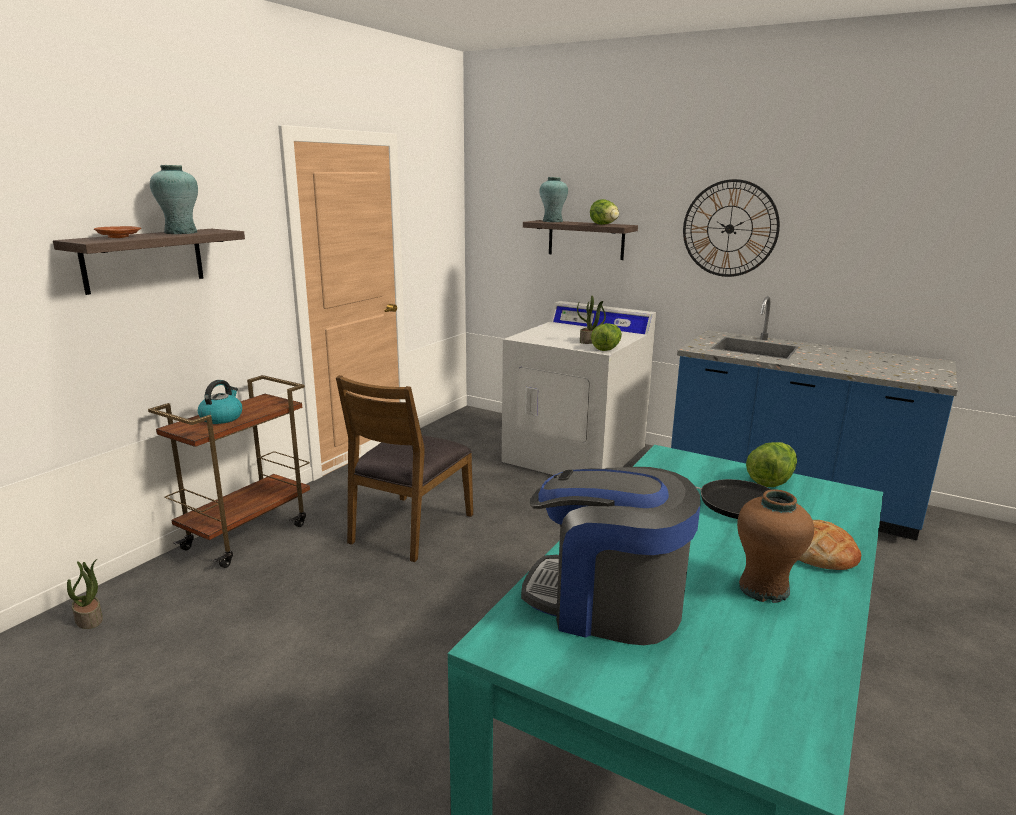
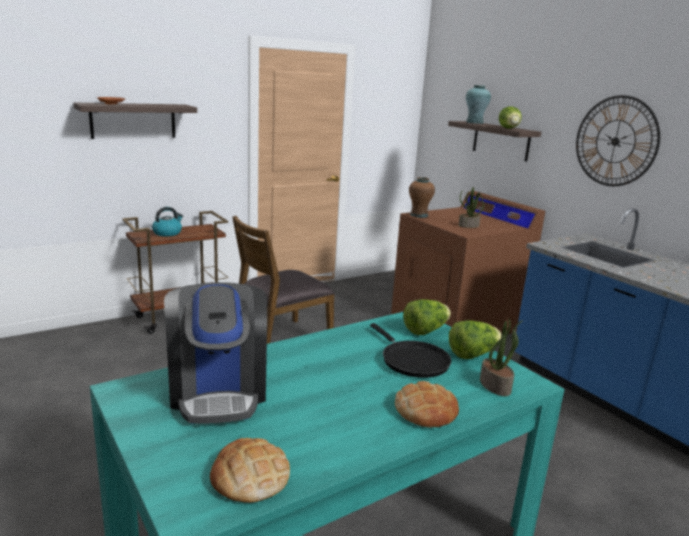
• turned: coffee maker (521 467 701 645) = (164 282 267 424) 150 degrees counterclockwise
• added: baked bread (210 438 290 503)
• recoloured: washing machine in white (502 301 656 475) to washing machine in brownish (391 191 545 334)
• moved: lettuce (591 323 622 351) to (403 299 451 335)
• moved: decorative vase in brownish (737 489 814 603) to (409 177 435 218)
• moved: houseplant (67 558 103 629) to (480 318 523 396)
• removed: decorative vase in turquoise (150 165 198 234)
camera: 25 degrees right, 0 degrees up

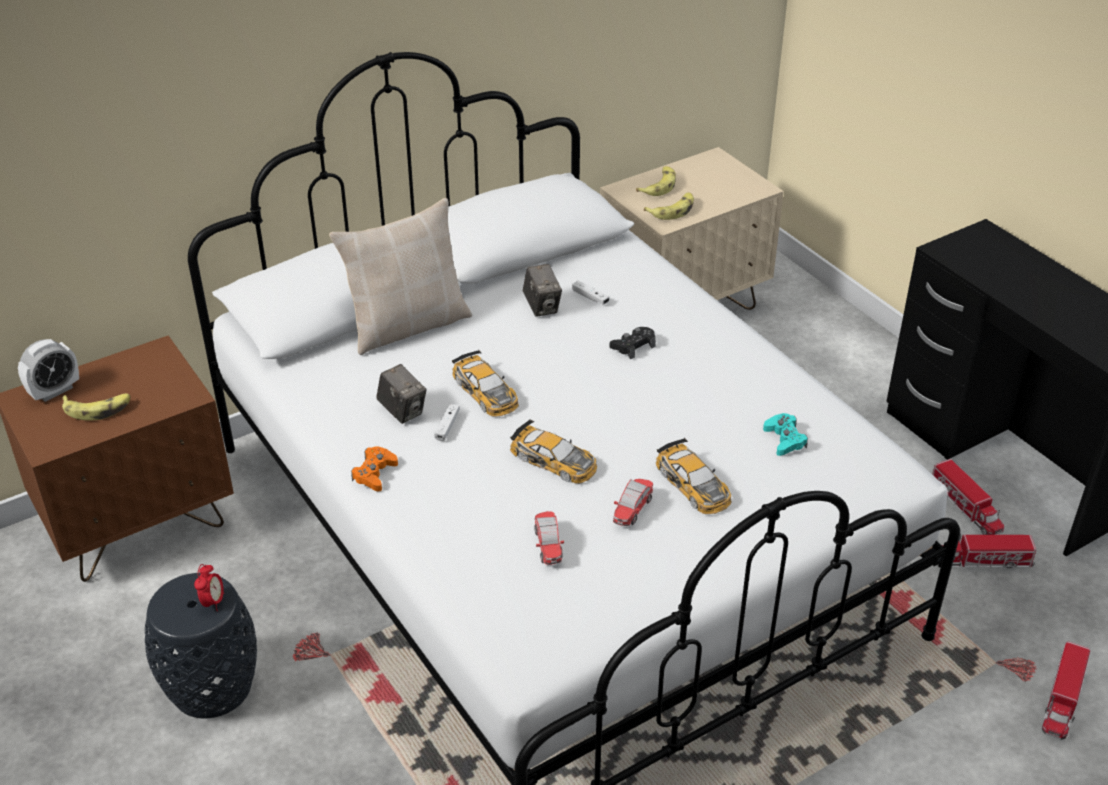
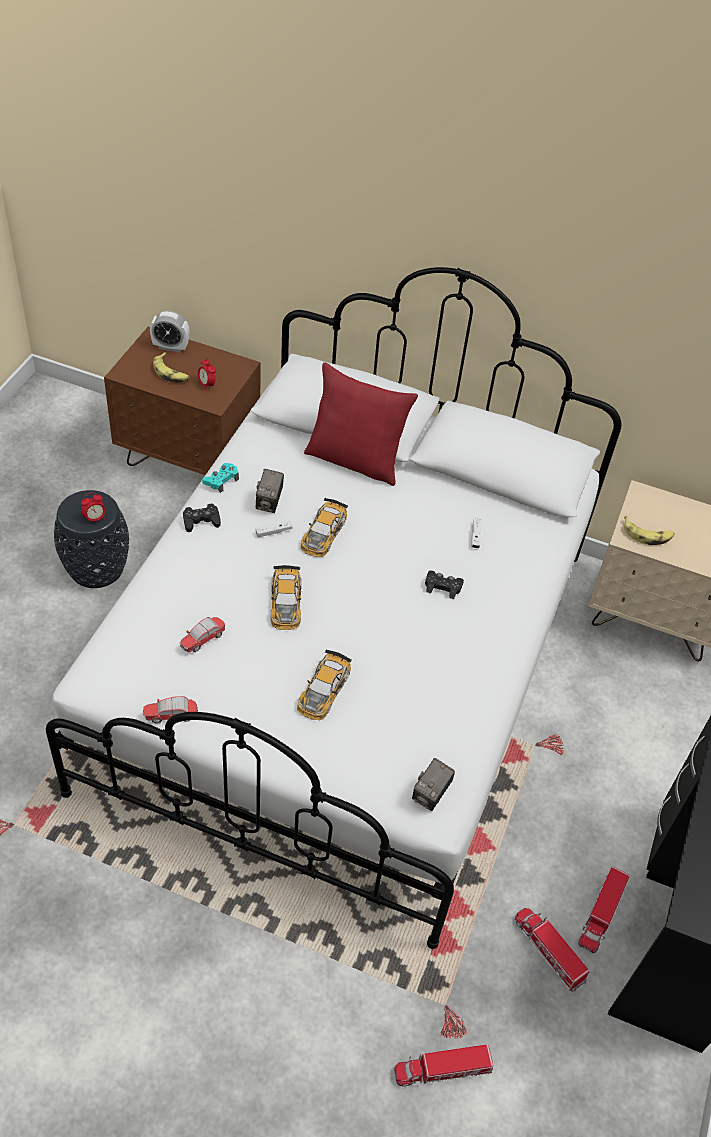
• moved: toy car (613 479 653 526) to (143 696 198 724)
• recoloured: game controller in orange-coloured (351 446 398 492) to game controller in black-coloured (183 503 221 532)
• added: alarm clock (198 358 216 391)
• moved: game controller in turquoise (763 413 808 456) to (202 463 239 493)
• recoloured: throw pillow in beige-coloured (329 198 472 355) to throw pillow in reddish (304 362 418 486)
• moved: still camera (523 264 562 317) to (412 758 455 811)
• removed: banana fruit (636 166 676 196)
camera: 50 degrees right, 10 degrees up

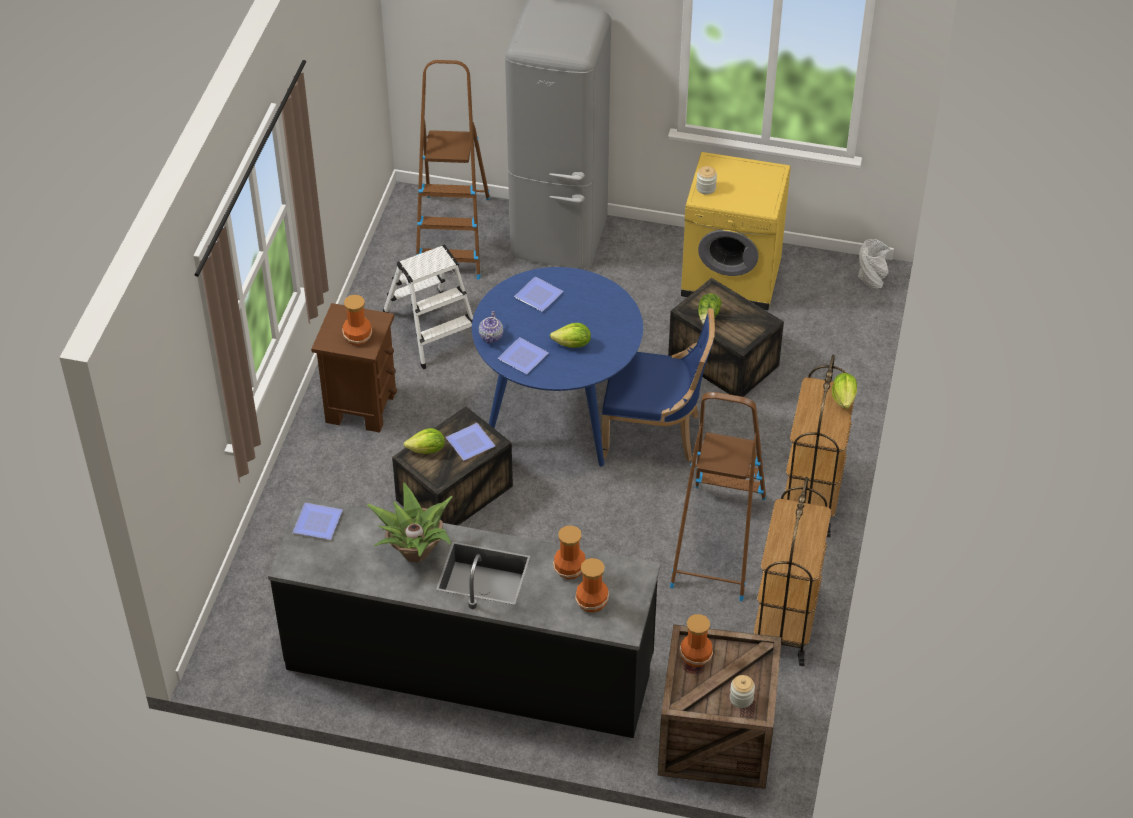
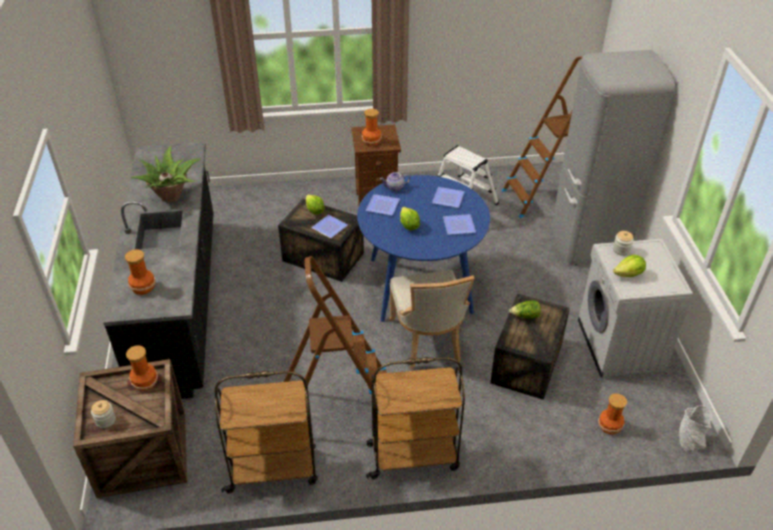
• recoloured: upright chair in blue (602 308 715 461) to upright chair in beige-coloured (389 270 475 369)
• moved: flat dish (293 503 343 540) to (443 214 476 235)
• recoloured: washing machine in yellowish (681 152 791 310) to washing machine in white (578 239 693 378)
• moved: decorative vase (553 525 586 579) to (598 393 627 435)
• moved: lettuce (832 373 857 409) to (613 255 646 277)
camera: 70 degrees right, 5 degrees down

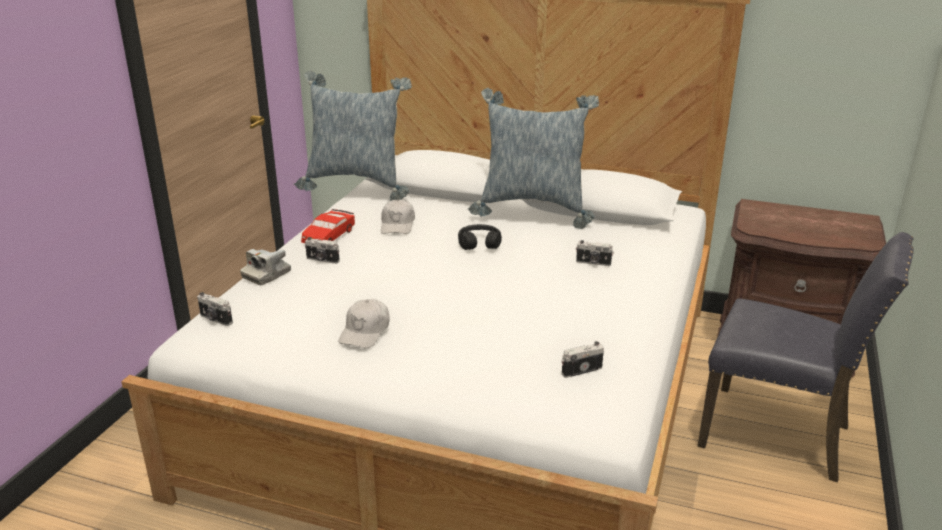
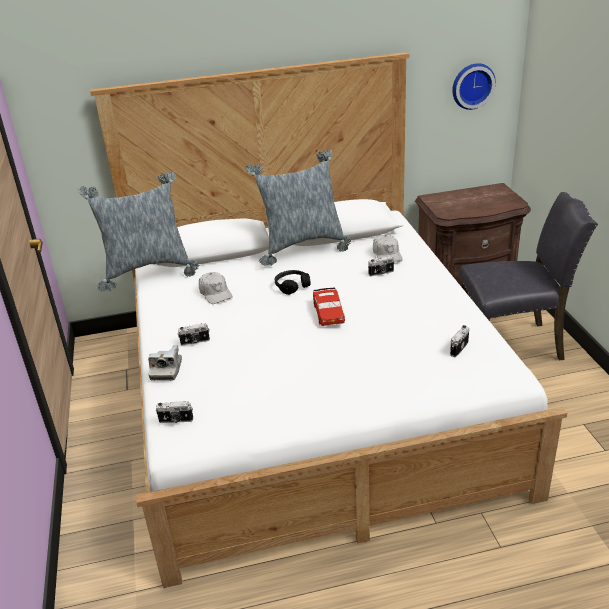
• moved: toy car in reddish (301 209 355 243) to (313 287 345 326)
• moved: baseball cap in white (338 299 390 348) to (373 235 403 261)
• added: hanging clock (452 63 496 110)
camera: 30 degrees left, 5 degrees up

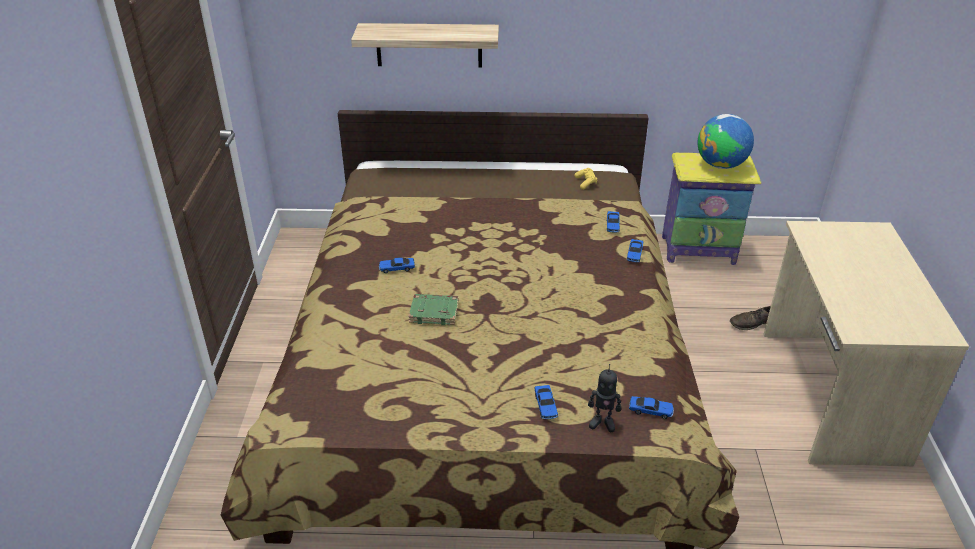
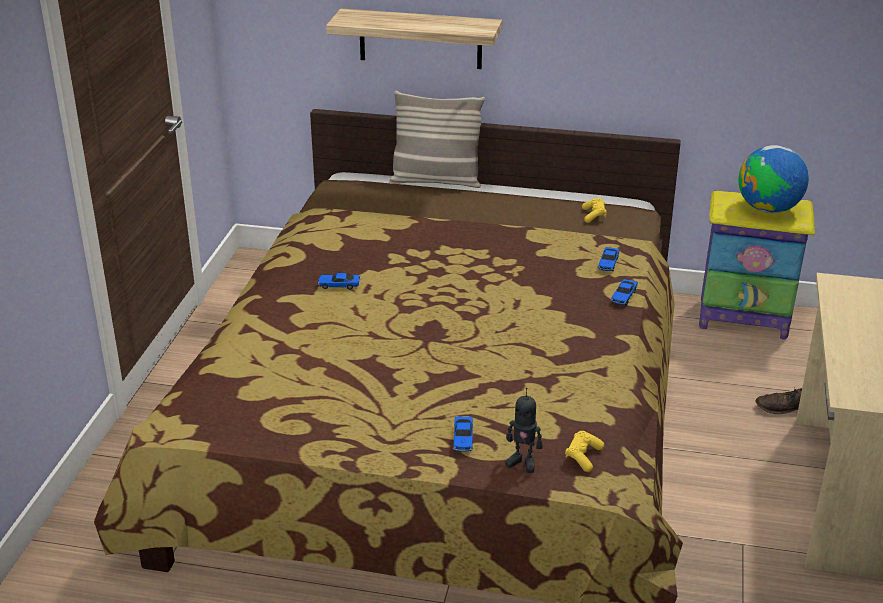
• added: throw pillow (389 91 485 188)
• replaced: toy car (629 396 674 419) to game controller in yellowish (565 431 604 472)
• removed: volume in green (409 294 458 325)
camera: 10 degrees right, 5 degrees down

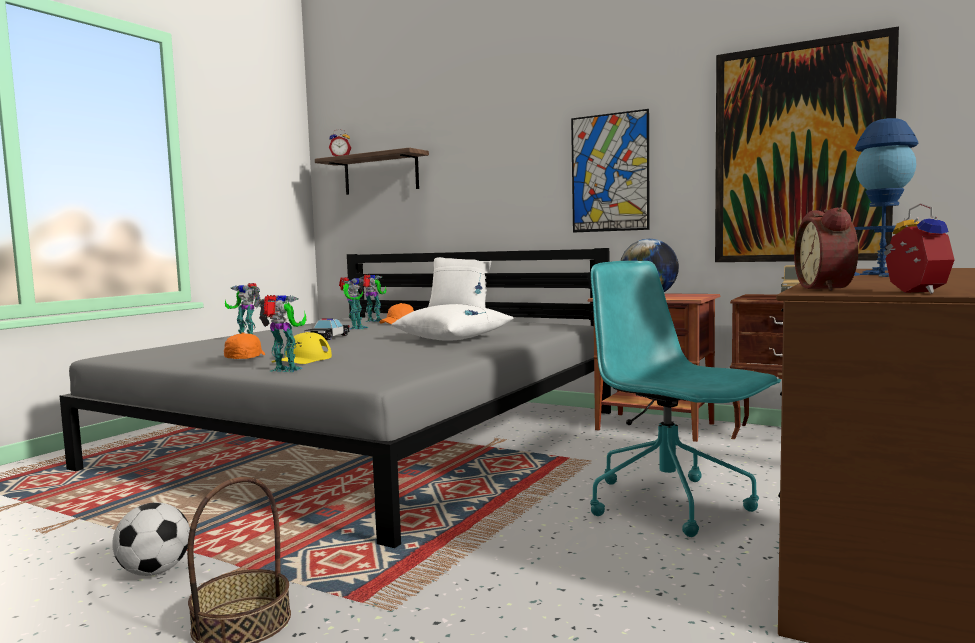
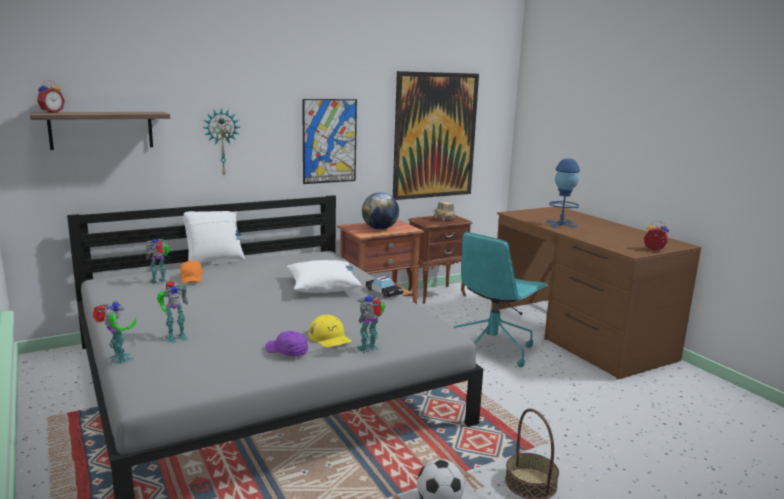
• moved: robot figure (339 277 369 329) to (93 301 136 365)
• added: hanging clock (203 108 240 175)
• recoloured: baseball cap in orange-coloured (224 333 265 359) to baseball cap in purple (265 331 308 356)
• moved: toy car (304 318 350 340) to (366 276 403 298)
• turned: office chair in turquoise (590 261 781 537) = (453 232 548 367) 45 degrees counterclockwise
• removed: alarm clock (794 208 858 291)
camera: 60 degrees left, 10 degrees up

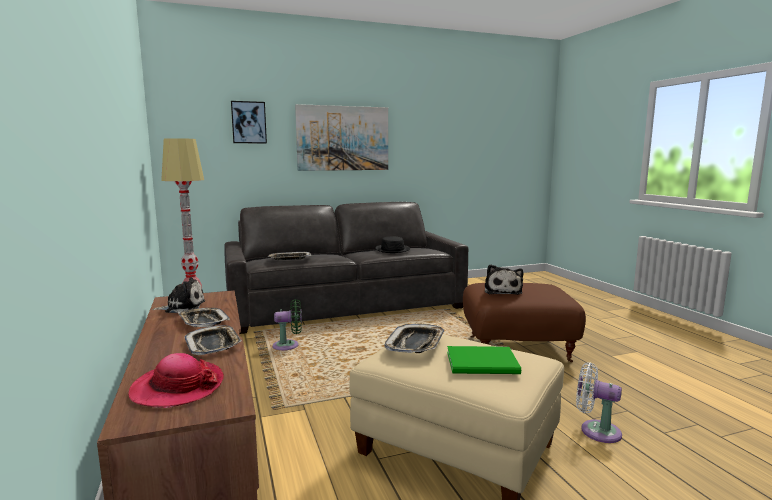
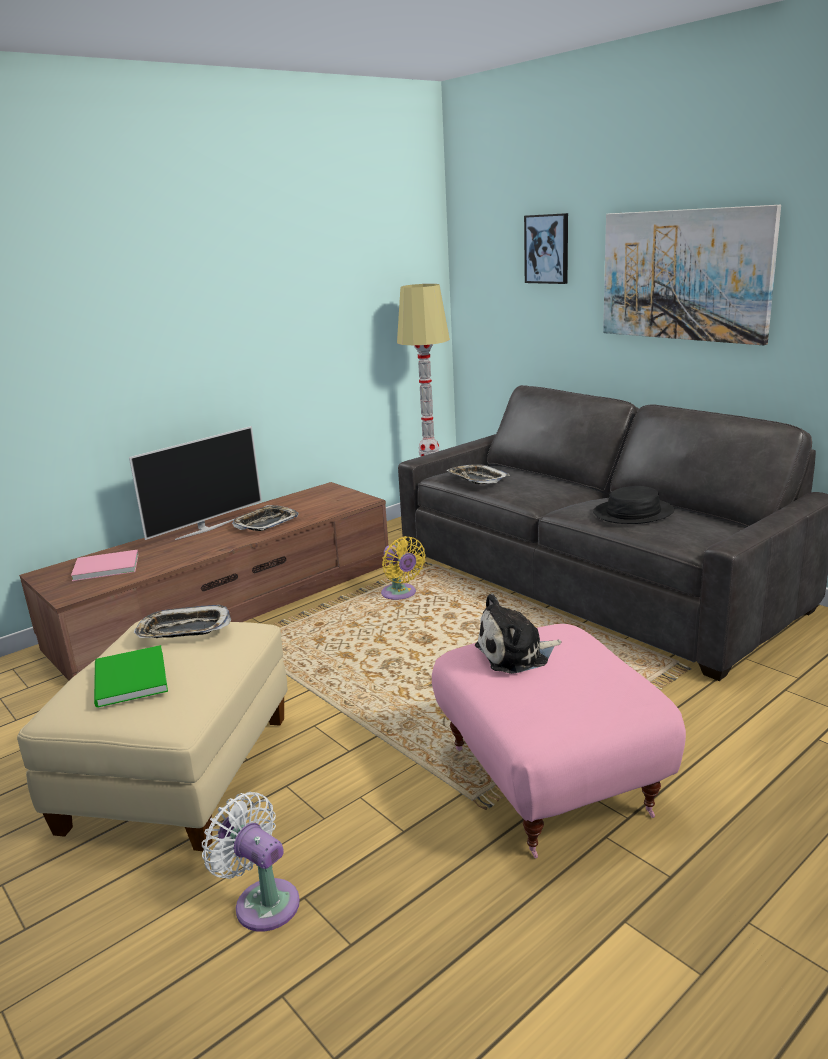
• replaced: clothing hat (128 353 224 408) to volume in pink (71 550 138 581)
• added: TV (129 426 262 540)
• turned: electric fan in white (576 363 622 443) = (202 792 300 932) 60 degrees counterclockwise
• recoloured: electric fan in green (272 299 302 350) to electric fan in yellowish (381 536 426 600)
• recoloured: ottoman in brownish (463 283 586 363) to ottoman in pink (432 624 686 859)
• removed: cuddly toy (152 277 205 313)
• removed: tray (185 325 242 355)
camera: 70 degrees right, 10 degrees up

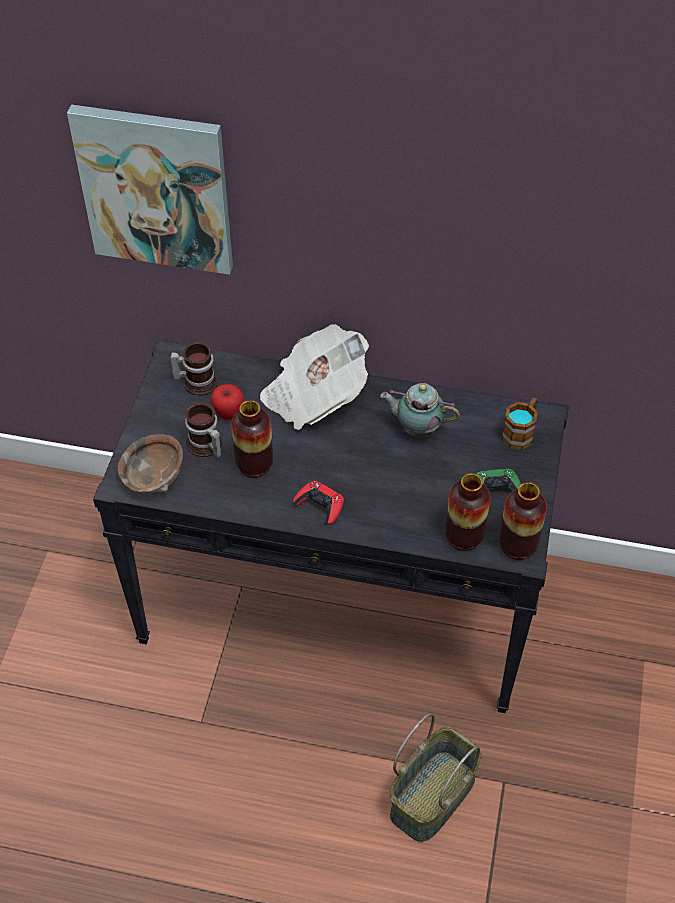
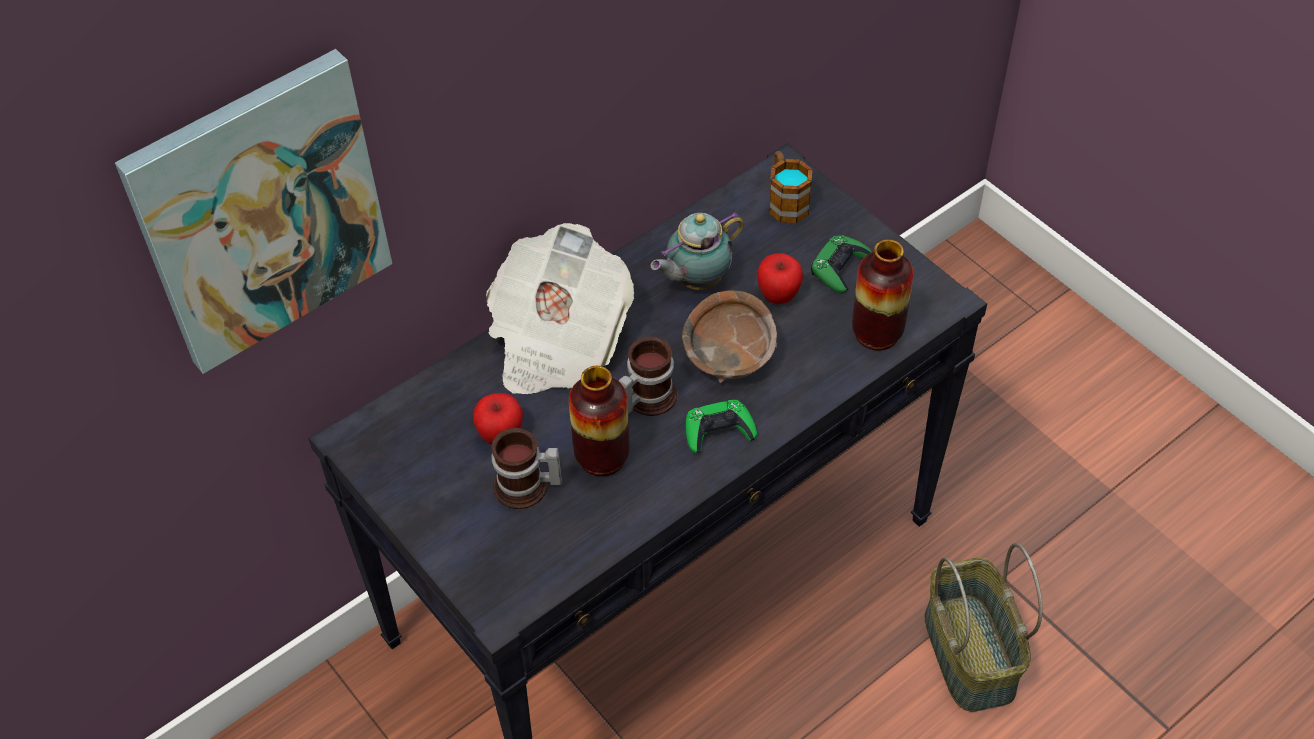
• moved: coffee mug (170 341 218 396) to (619 337 677 416)
• moved: deep dish in brownish (118 434 183 495) to (682 291 777 383)
• recoloured: game controller in reddish (293 481 344 525) to game controller in green (686 399 757 454)
• added: apple (757 253 803 304)
• removed: decorative vase (499 482 547 560)
camera: 50 degrees left, 0 degrees up

